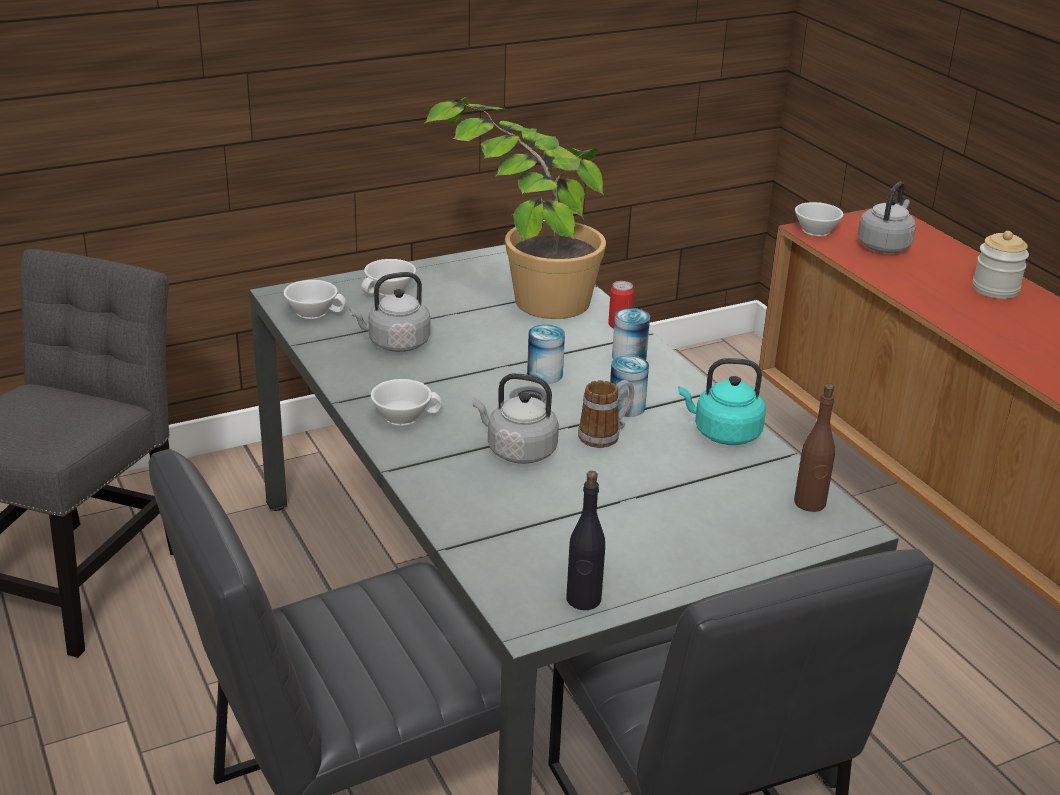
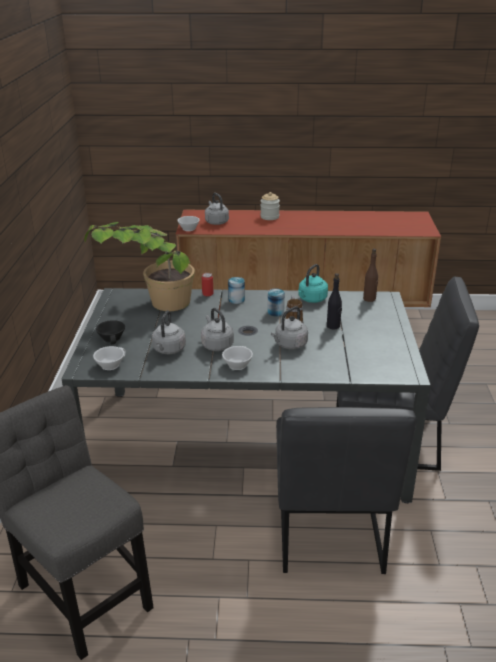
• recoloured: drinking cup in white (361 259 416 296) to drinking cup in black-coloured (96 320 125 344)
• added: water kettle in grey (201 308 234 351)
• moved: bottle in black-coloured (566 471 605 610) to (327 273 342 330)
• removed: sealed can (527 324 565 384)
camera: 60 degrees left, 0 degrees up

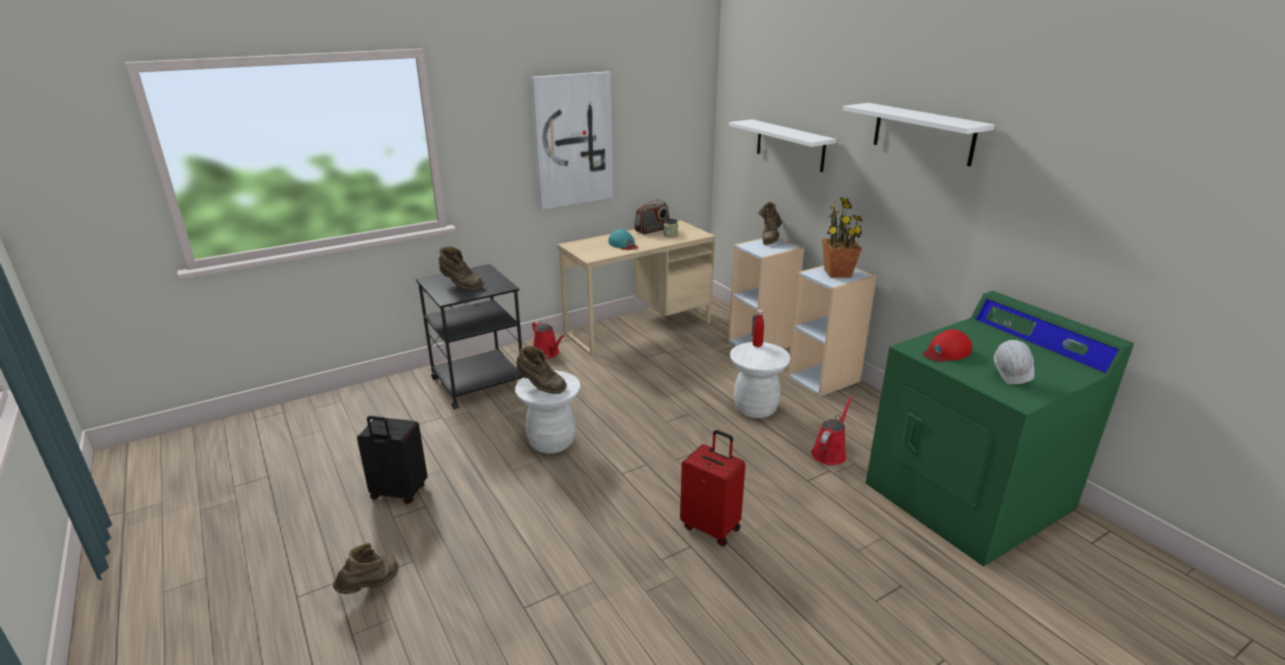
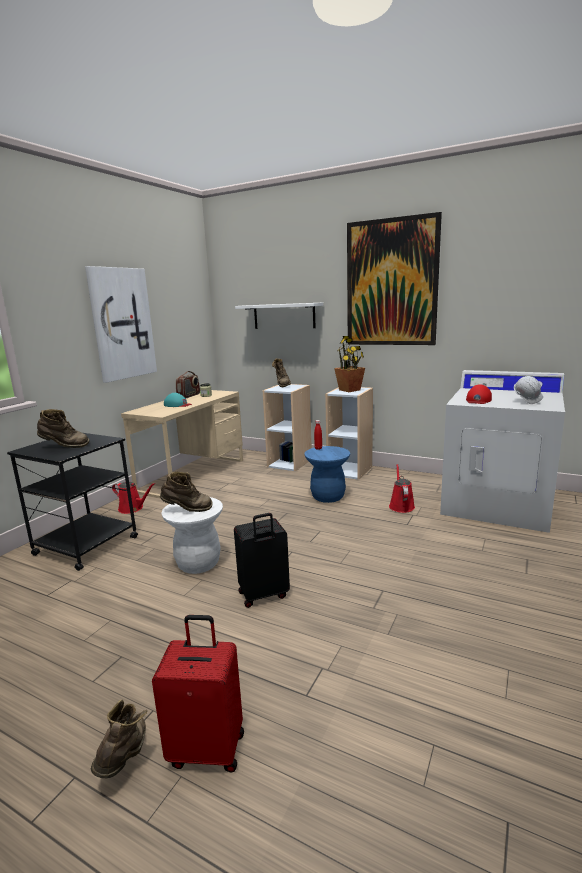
• moved: travel case in reddish (680 430 746 546) to (152 615 244 773)
• moved: travel case in black-coloured (357 416 428 504) to (234 513 290 608)
• recoloured: stool in white (730 342 791 418) to stool in blue (304 446 350 503)
• replaced: wall shelf in white (843 103 995 166) to wall art (347 212 442 345)
• recoloured: washing machine in green (866 291 1134 567) to washing machine in white (440 370 565 533)
camera: 30 degrees left, 10 degrees down

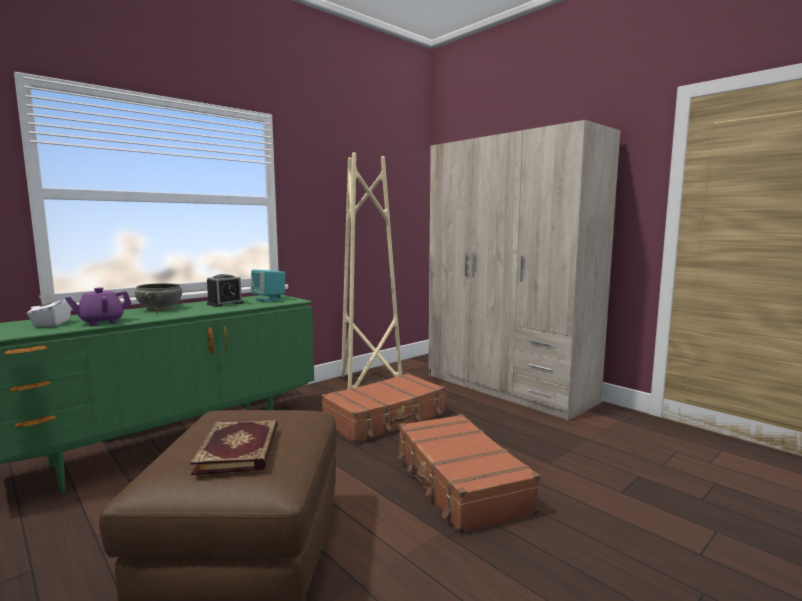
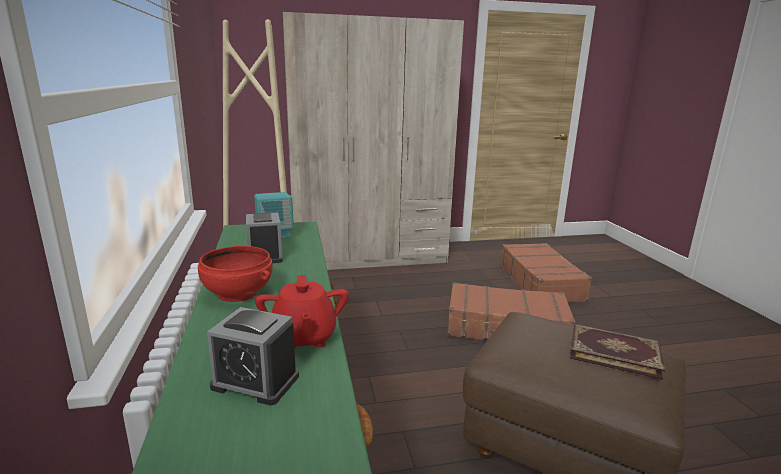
• recoloured: deep dish in grey (135 283 182 311) to deep dish in reddish (198 246 273 302)
• replaced: tissue holder in white (27 293 71 327) to alarm clock (207 307 299 405)
• recoloured: tea pot in purple (65 288 132 326) to tea pot in reddish (255 275 349 349)
• moved: travel case in brownish (321 373 445 444) to (500 243 592 302)
camera: 60 degrees left, 10 degrees up

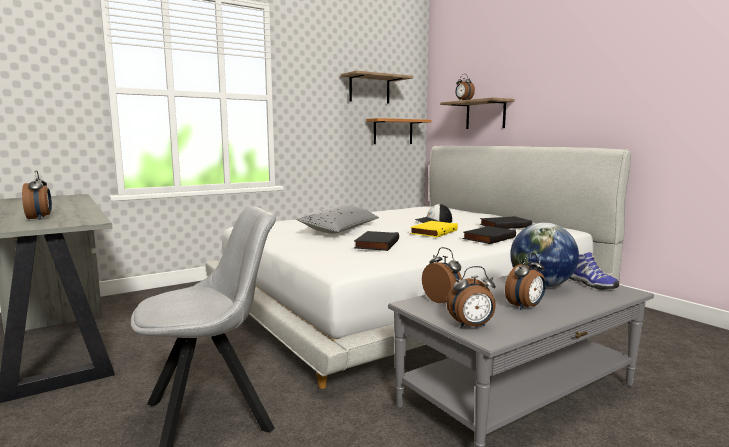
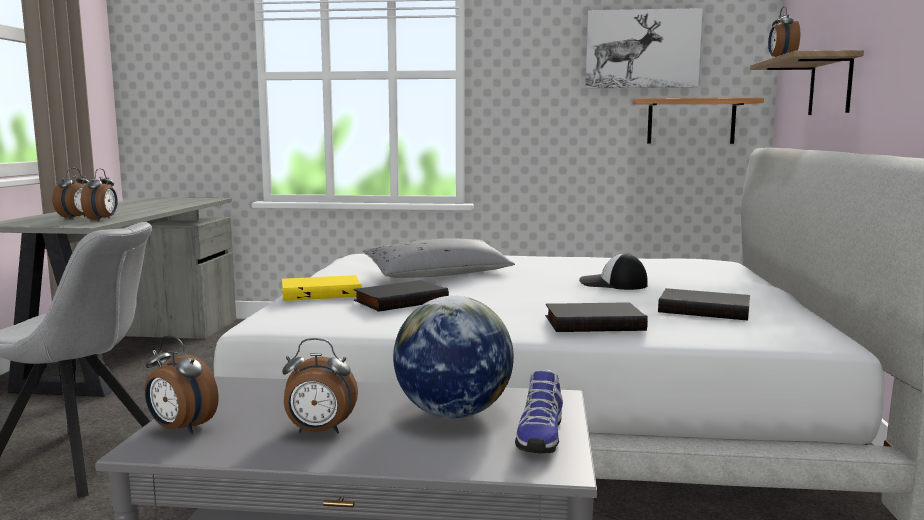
• moved: alarm clock (422 247 462 303) to (81 168 118 221)
• moved: volume in yellowish (410 221 458 237) to (282 275 362 301)
• replaced: wall shelf (341 71 413 104) to wall art (585 8 703 88)
camera: 40 degrees right, 0 degrees up

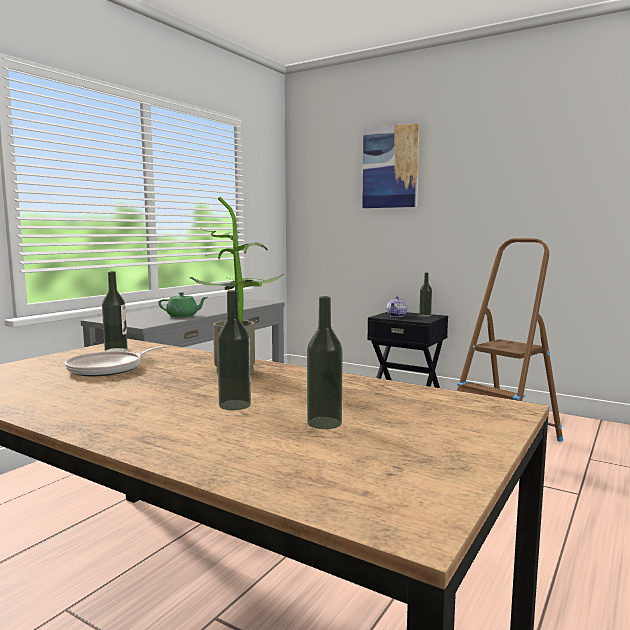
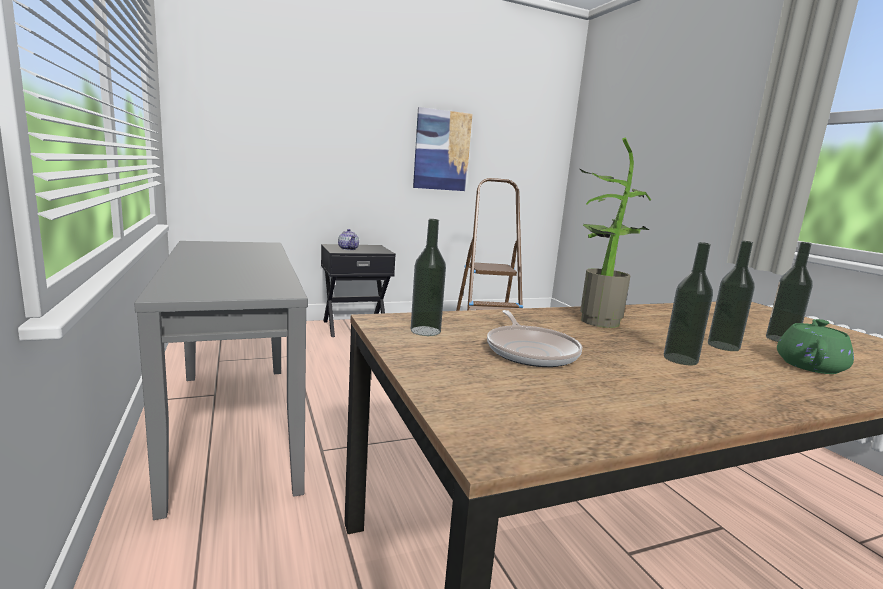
• moved: wall art (362 123 420 208) to (413 107 472 191)
• moved: bottle (419 273 432 317) to (664 242 713 365)
• moved: tea pot in green (158 292 208 317) to (777 319 854 374)
camera: 55 degrees left, 5 degrees up

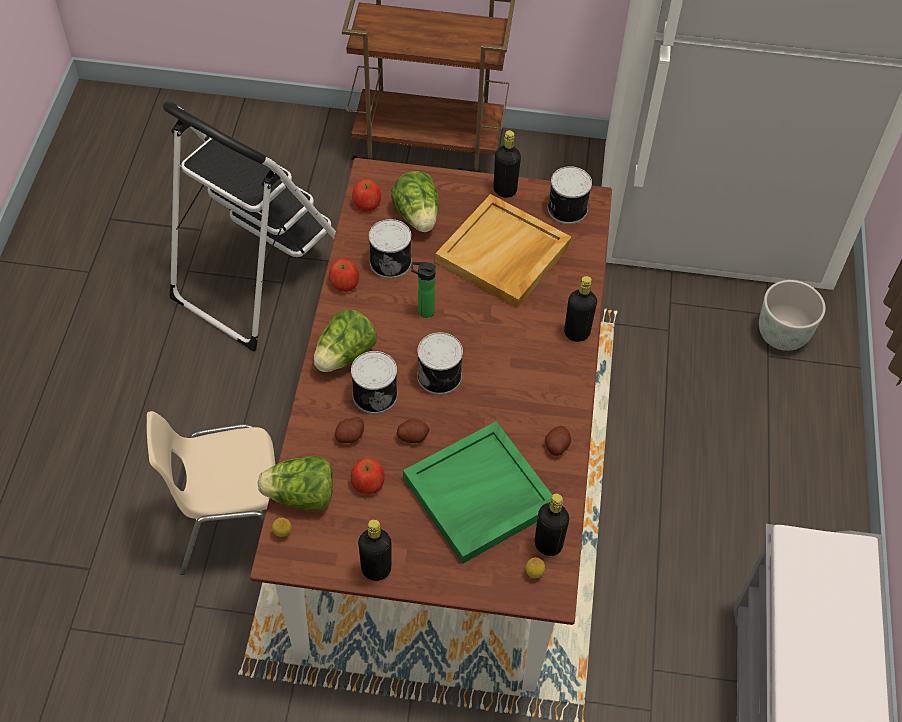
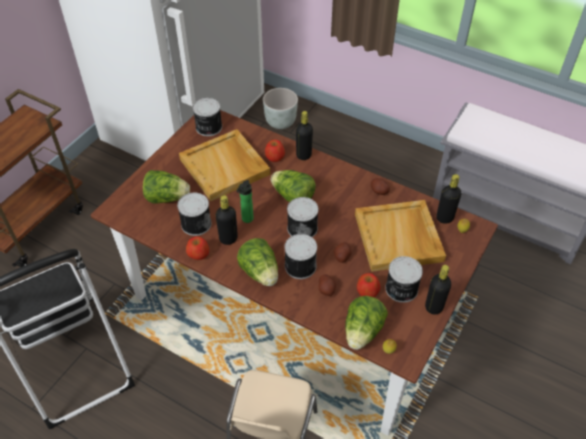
• moved: bottle in black-coloured (493 130 521 198) to (215 195 238 245)
• moved: apple (352 179 381 212) to (265 140 285 162)
• added: lettuce (271 170 316 202)
• recoloured: tray in green (403 421 552 564) to tray in beige-coloured (355 200 446 272)
• added: sealed can (385 256 423 303)
camera: 65 degrees left, 5 degrees down

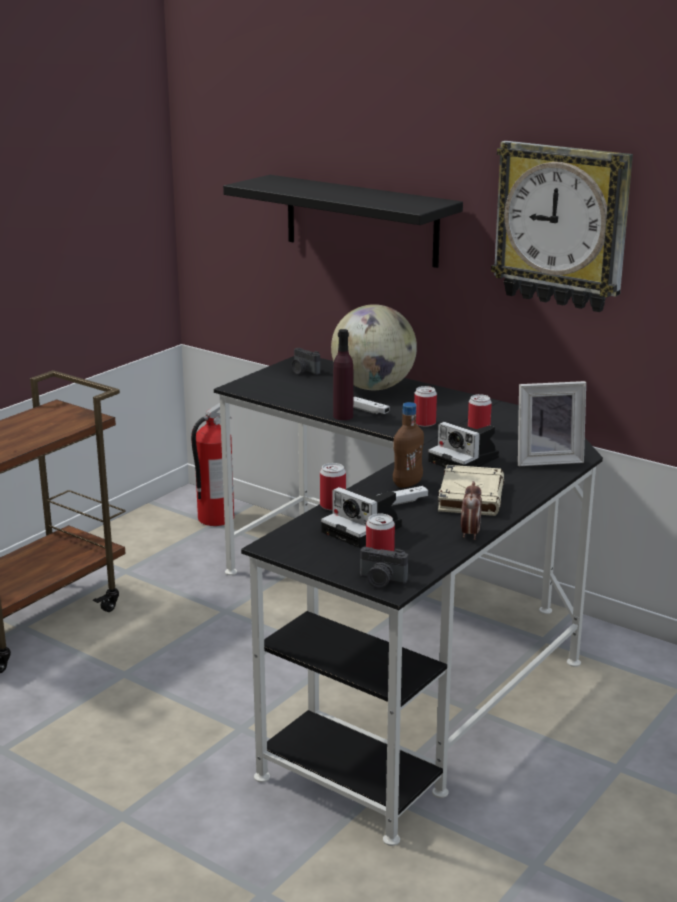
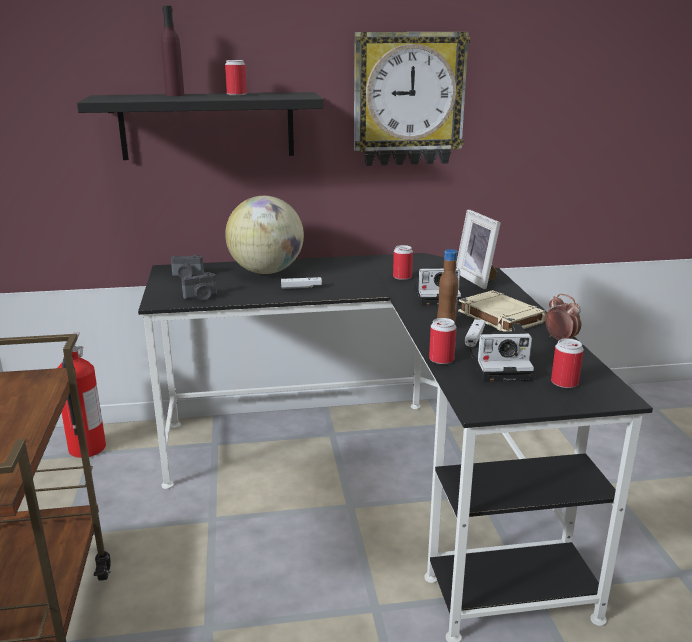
• moved: bottle in purple (333 329 354 420) to (161 6 184 96)
• moved: still camera (360 547 408 588) to (181 272 217 301)
• moved: sealed can (414 386 437 427) to (225 60 247 96)
• turned: standing frame (518 381 586 466) = (456 210 501 289) 120 degrees clockwise
camera: 45 degrees left, 0 degrees up

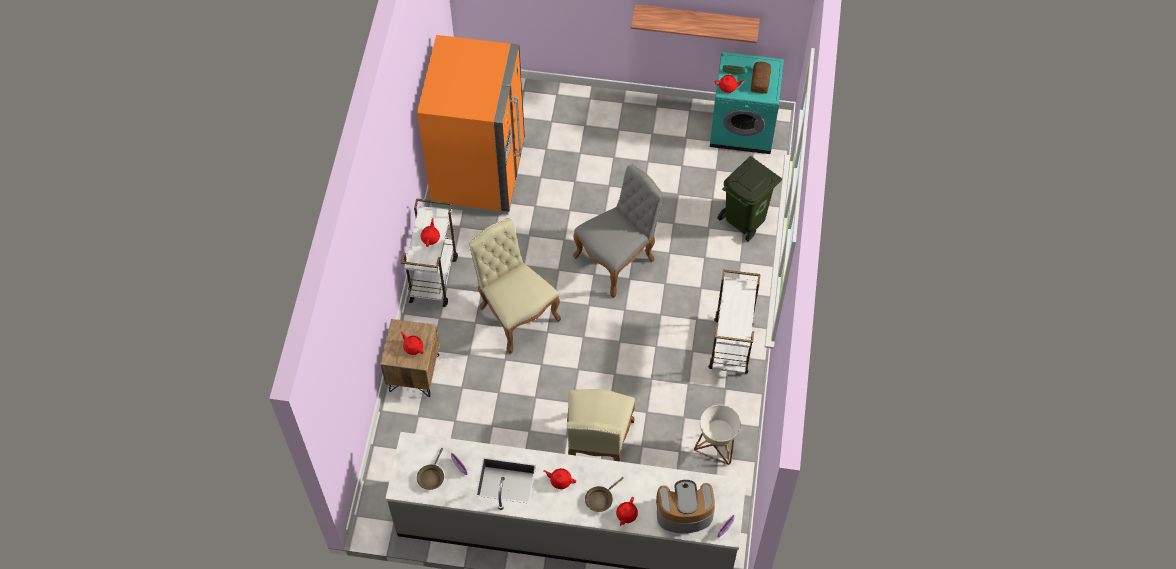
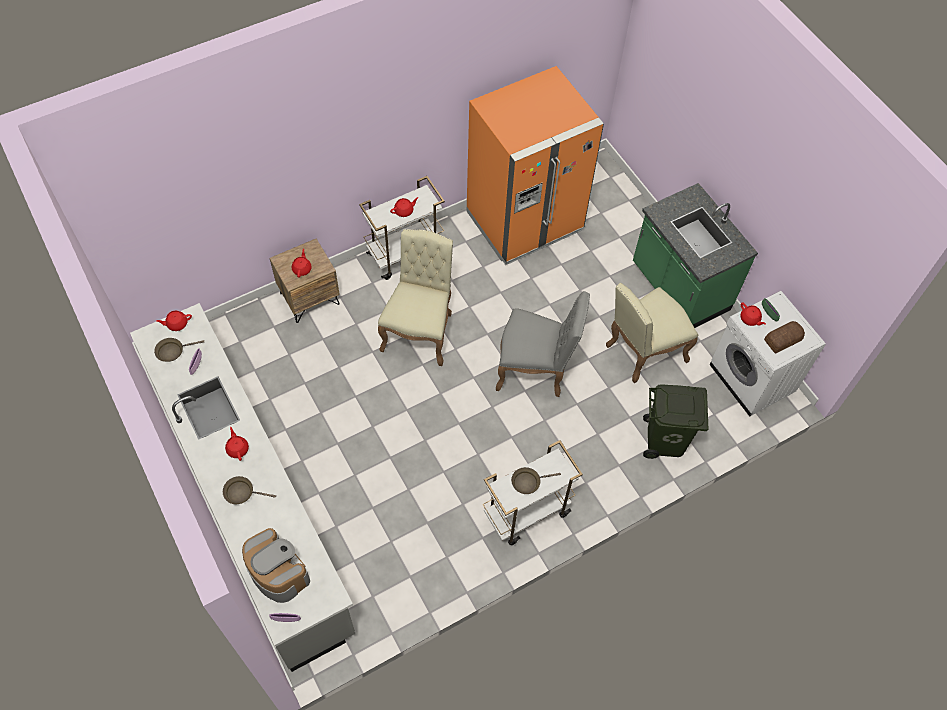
• moved: tea pot in reddish (616 497 638 526) to (156 311 192 331)
• added: pan in brownish (511 467 561 494)
• moved: upright chair in beige-coloured (567 389 635 462) to (606 283 698 383)
• added: counter in green (633 183 758 328)
• recoloured: washing machine in turquoise (710 52 784 154) to washing machine in white (710 291 826 416)
• removed: wall shelf (631 4 760 43)
• removed: planter (694 405 741 465)
camera: 50 degrees right, 0 degrees up

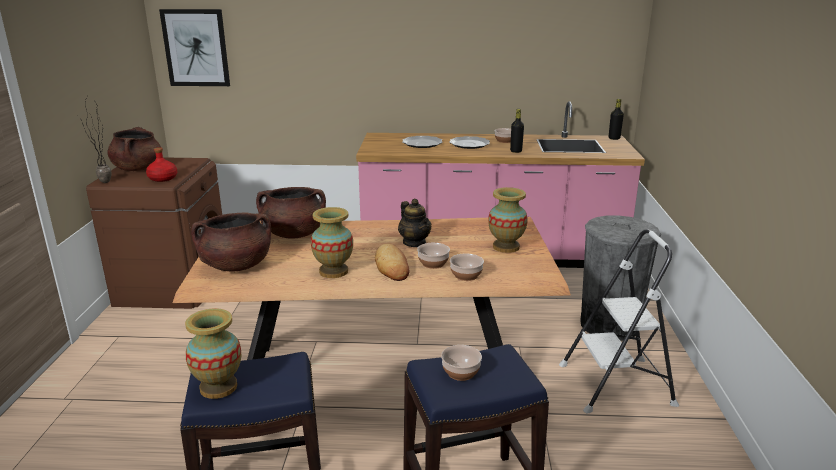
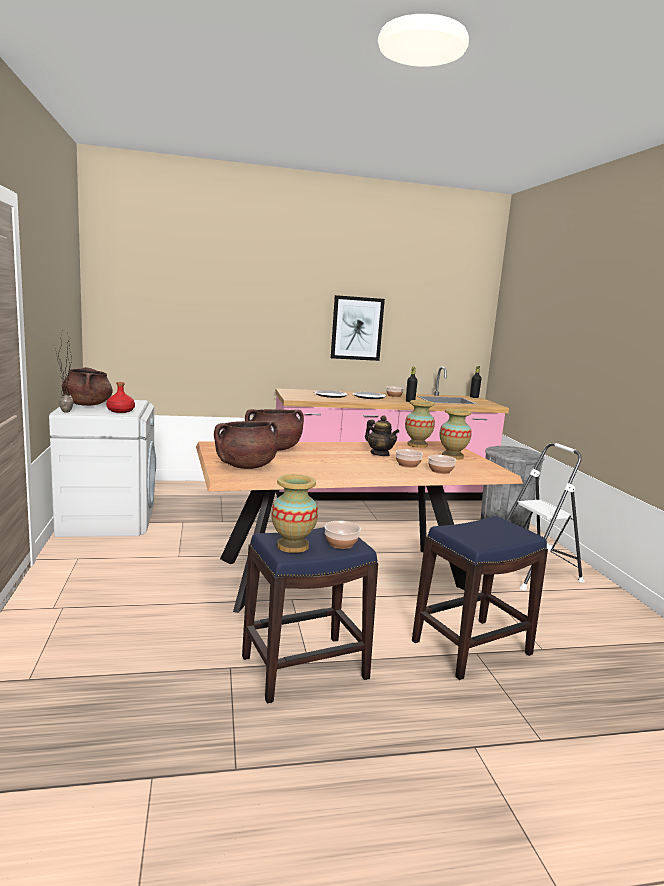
• recoloured: washing machine in brownish (86 157 222 309) to washing machine in white (49 400 156 537)
• moved: deep dish (441 345 482 381) to (324 521 361 549)
• moved: wall art (159 9 230 86) to (331 295 385 361)
• moved: decorative vase (311 207 353 278) to (405 400 435 448)
• removed: baked bread (375 244 410 281)
camera: 15 degrees left, 10 degrees down

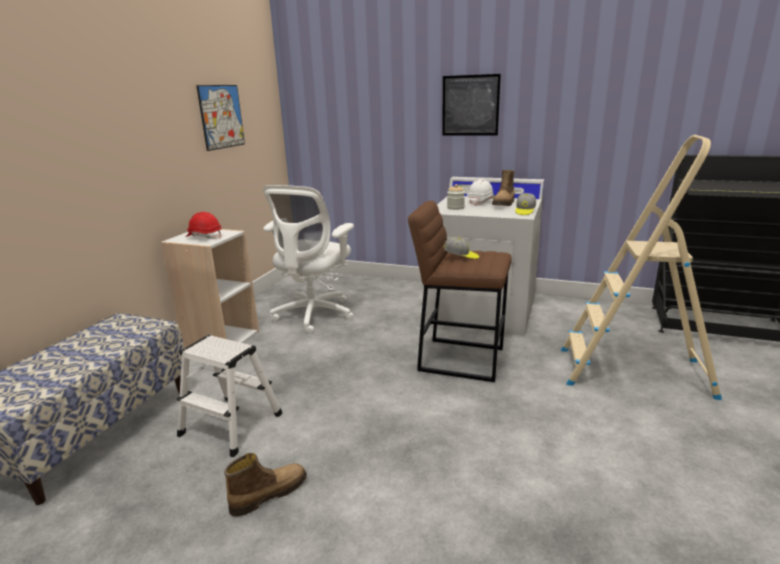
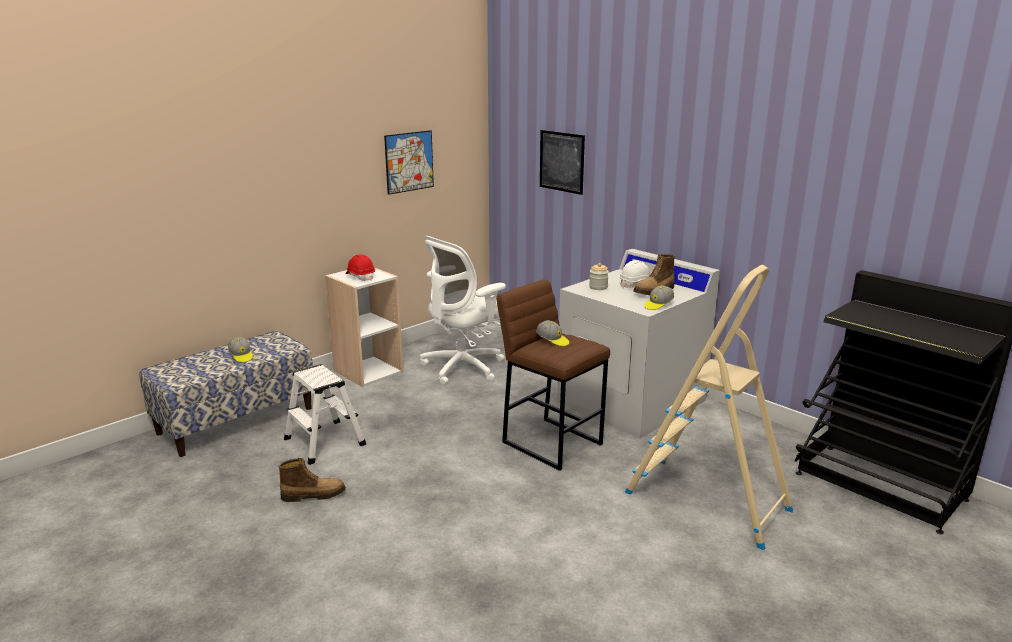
• added: baseball cap (228 337 253 362)
• moved: wall art (442 74 501 136) to (540 130 585 195)
camera: 25 degrees right, 0 degrees up

